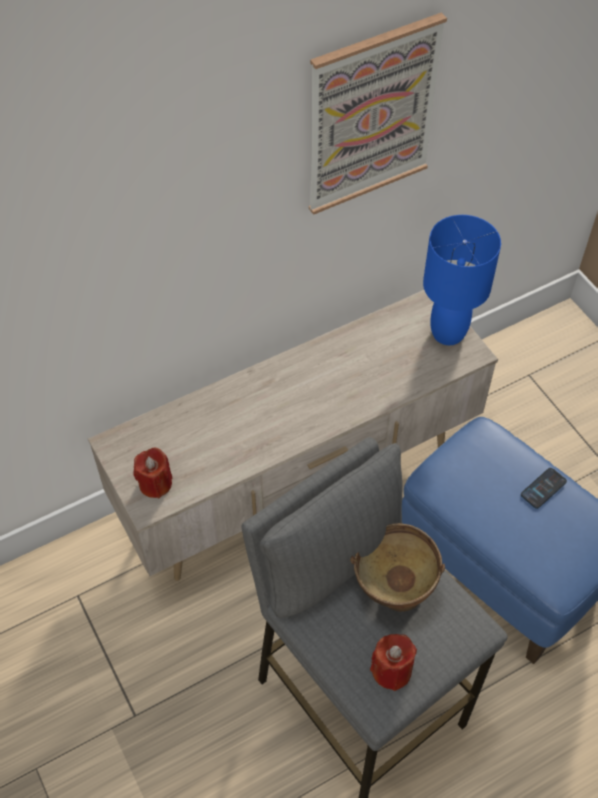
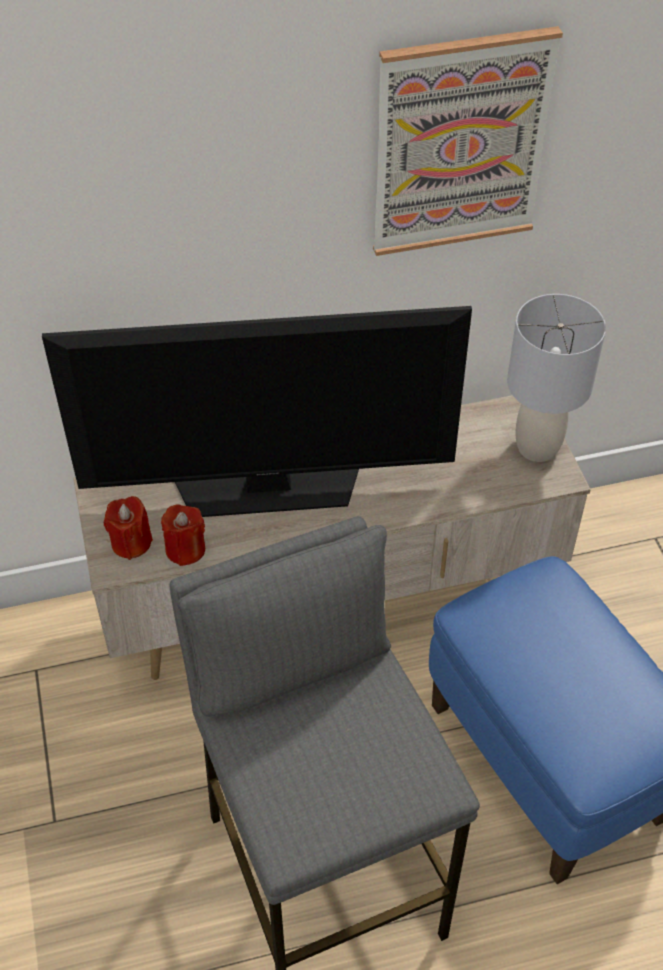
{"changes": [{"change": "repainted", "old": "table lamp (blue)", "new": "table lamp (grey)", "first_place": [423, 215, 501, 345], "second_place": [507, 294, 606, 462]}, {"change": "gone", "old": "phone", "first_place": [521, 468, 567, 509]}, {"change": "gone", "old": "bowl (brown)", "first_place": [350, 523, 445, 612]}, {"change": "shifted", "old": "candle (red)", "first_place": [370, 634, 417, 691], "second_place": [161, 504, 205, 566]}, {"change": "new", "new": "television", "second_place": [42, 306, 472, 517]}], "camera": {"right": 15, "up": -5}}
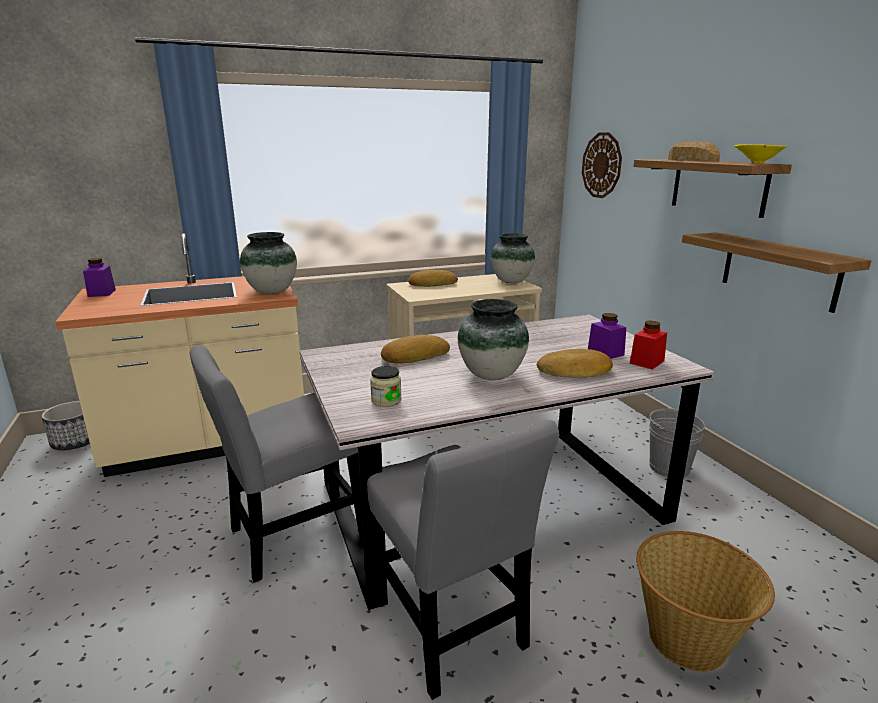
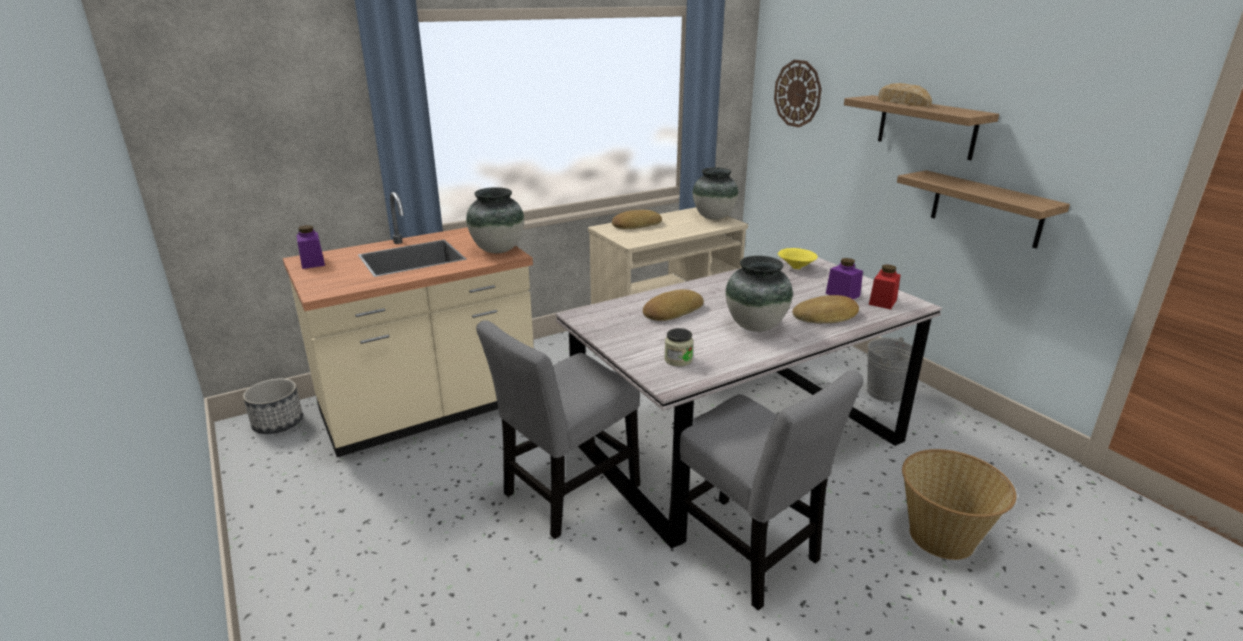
{"changes": [{"change": "shifted", "old": "bowl (yellow)", "first_place": [734, 144, 787, 164], "second_place": [778, 248, 818, 269]}], "camera": {"right": -10, "up": 5}}
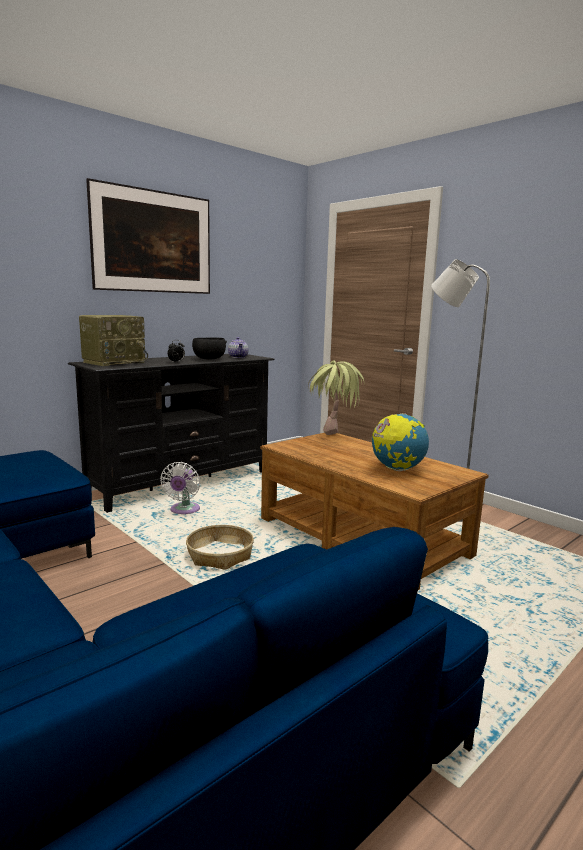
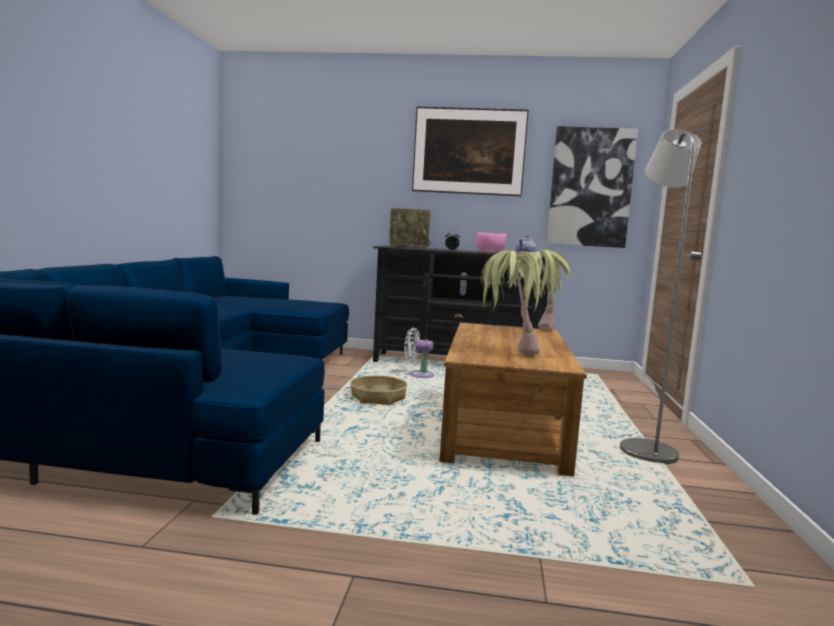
{"changes": [{"change": "repainted", "old": "bowl (black)", "new": "bowl (pink)", "first_place": [192, 338, 227, 360], "second_place": [476, 232, 507, 253]}, {"change": "swapped", "old": "globe", "new": "potted plant", "first_place": [372, 413, 429, 471], "second_place": [481, 250, 544, 356]}, {"change": "rotated", "old": "fan (white)", "first_place": [160, 462, 200, 514], "second_place": [404, 328, 434, 378], "degrees": 45}, {"change": "new", "new": "picture", "second_place": [547, 126, 638, 248]}], "camera": {"right": 50, "up": -5}}
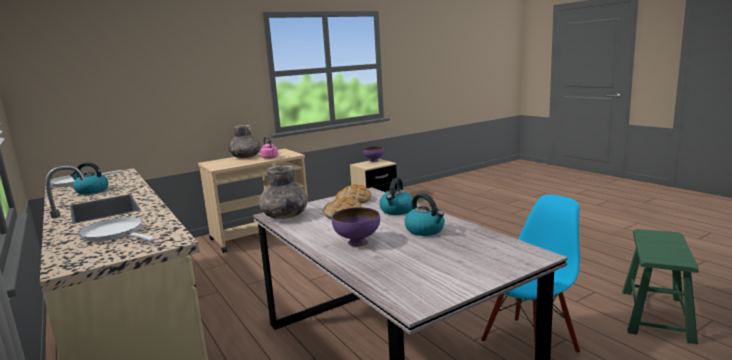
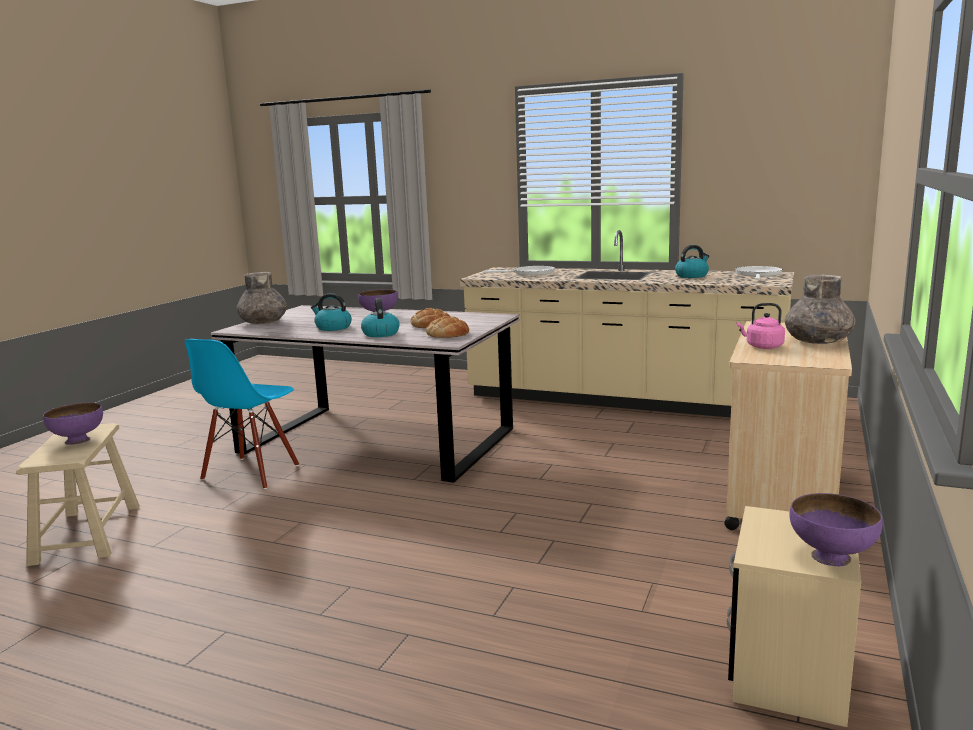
{"changes": [{"change": "shifted", "old": "vase (grey)", "first_place": [259, 165, 308, 219], "second_place": [237, 272, 287, 324]}, {"change": "repainted", "old": "stool (green)", "new": "stool (beige)", "first_place": [622, 229, 699, 344], "second_place": [16, 423, 140, 566]}, {"change": "new", "new": "bowl (purple)", "second_place": [43, 402, 103, 445]}], "camera": {"right": 145, "up": 0}}
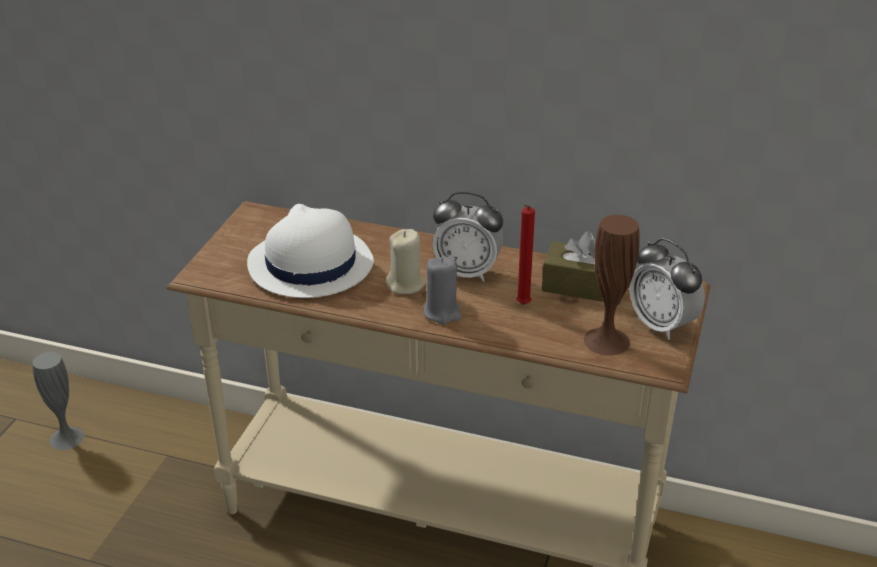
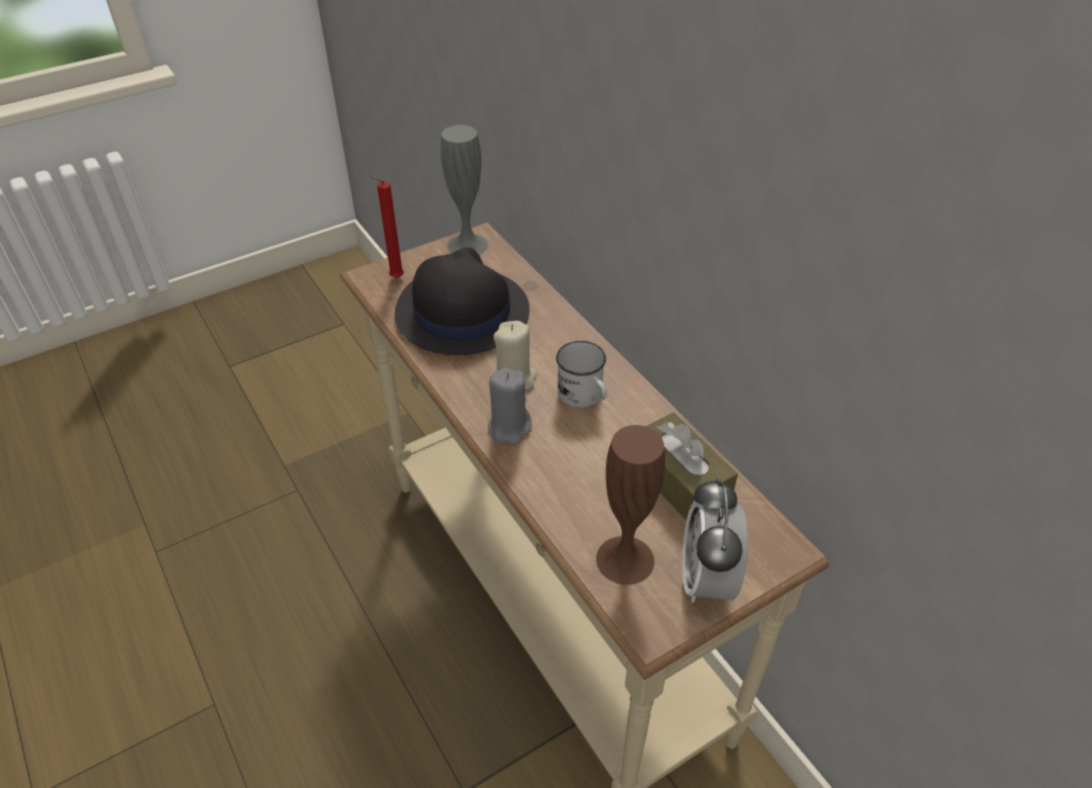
{"changes": [{"change": "swapped", "old": "alarm clock", "new": "mug (white)", "first_place": [432, 192, 503, 282], "second_place": [556, 341, 607, 408]}, {"change": "repainted", "old": "hat (white)", "new": "hat (black)", "first_place": [247, 204, 374, 298], "second_place": [395, 247, 530, 355]}, {"change": "shifted", "old": "candle (red)", "first_place": [516, 205, 535, 305], "second_place": [368, 176, 404, 278]}, {"change": "shifted", "old": "vase (grey)", "first_place": [33, 352, 84, 450], "second_place": [441, 125, 488, 255]}], "camera": {"right": 40, "up": 10}}
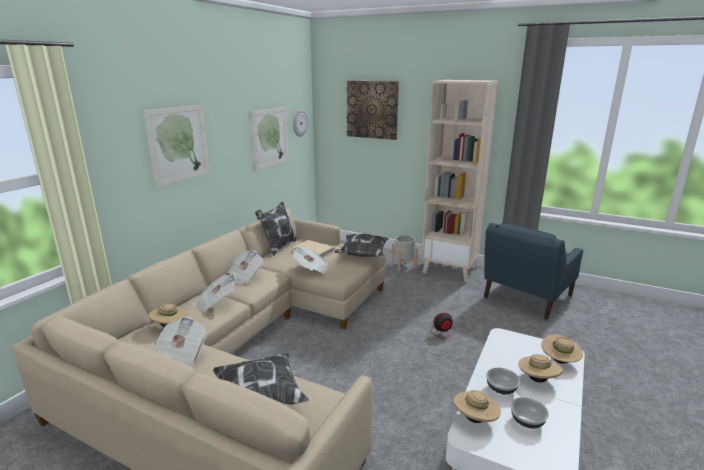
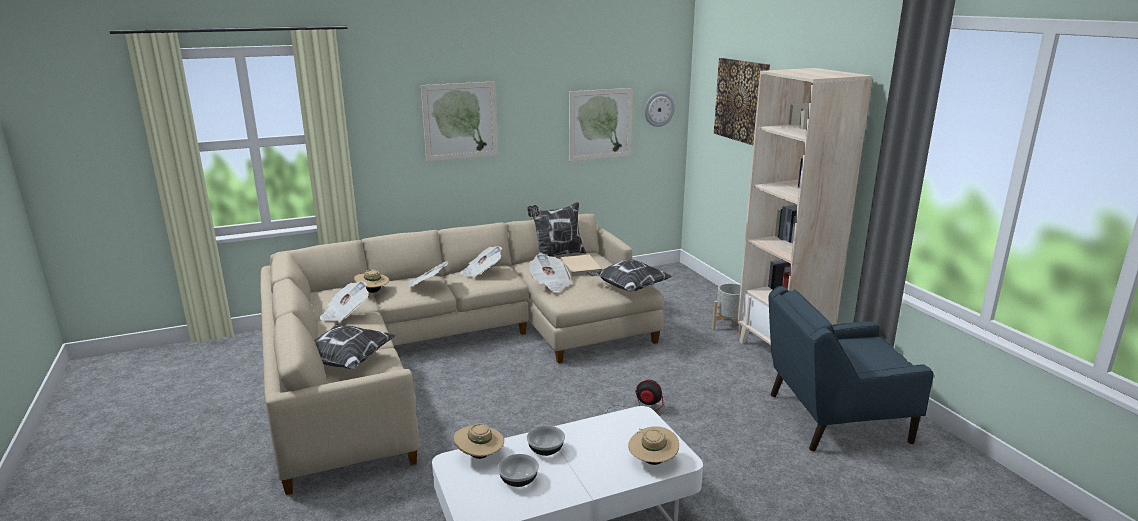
{"changes": [{"change": "gone", "old": "hat (beige)", "first_place": [518, 354, 563, 383]}], "camera": {"right": 40, "up": 0}}
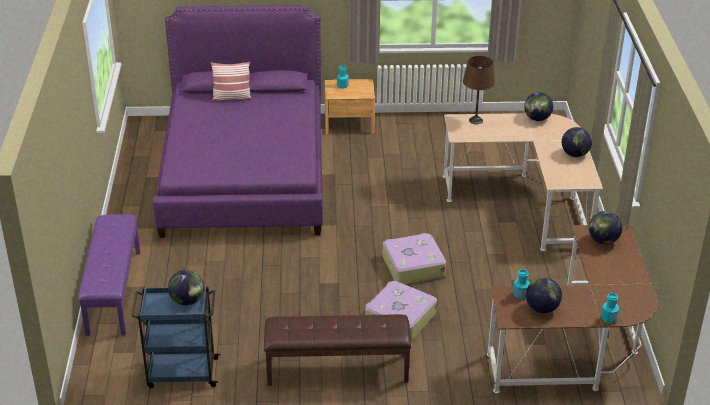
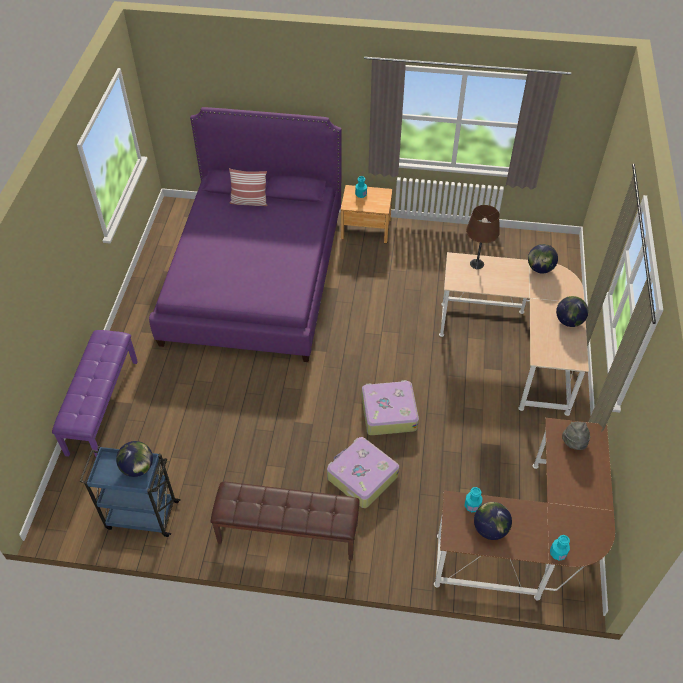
{"changes": [{"change": "swapped", "old": "globe", "new": "hat (grey)", "first_place": [589, 211, 622, 244], "second_place": [562, 421, 590, 450]}], "camera": {"right": 10, "up": 15}}
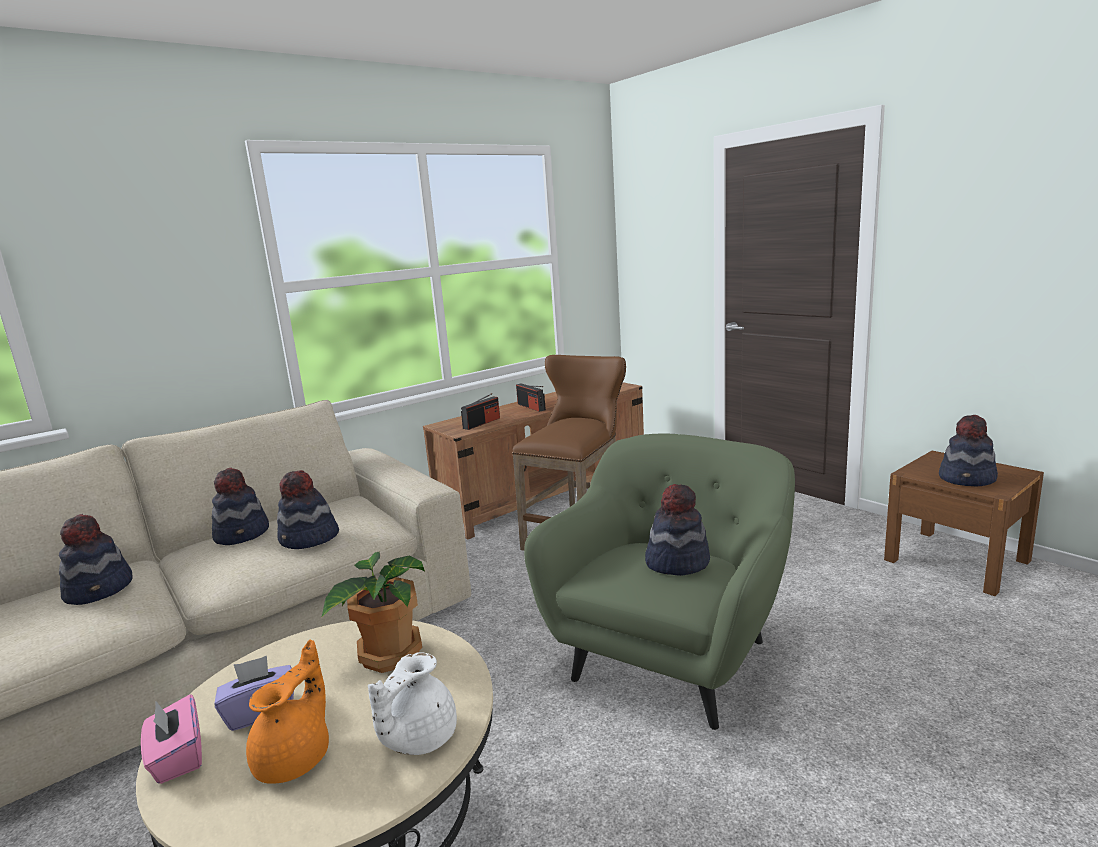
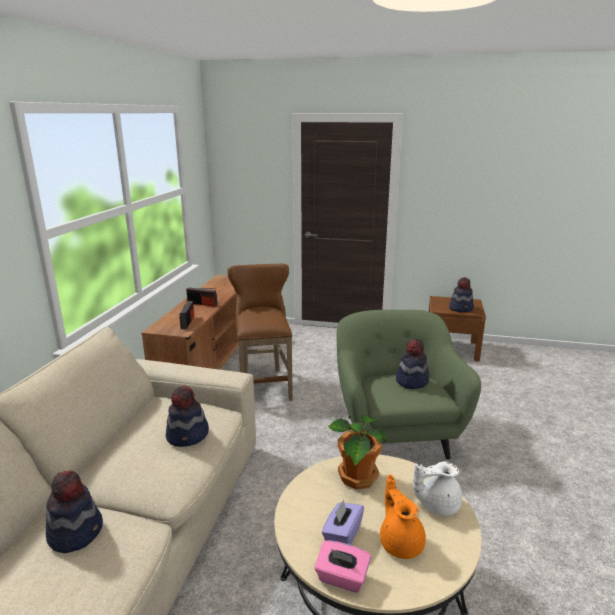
{"changes": [{"change": "gone", "old": "hat", "first_place": [212, 467, 269, 545]}, {"change": "rotated", "old": "teapot (white)", "first_place": [368, 652, 457, 755], "second_place": [413, 461, 462, 516], "degrees": 90}], "camera": {"right": -40, "up": 5}}
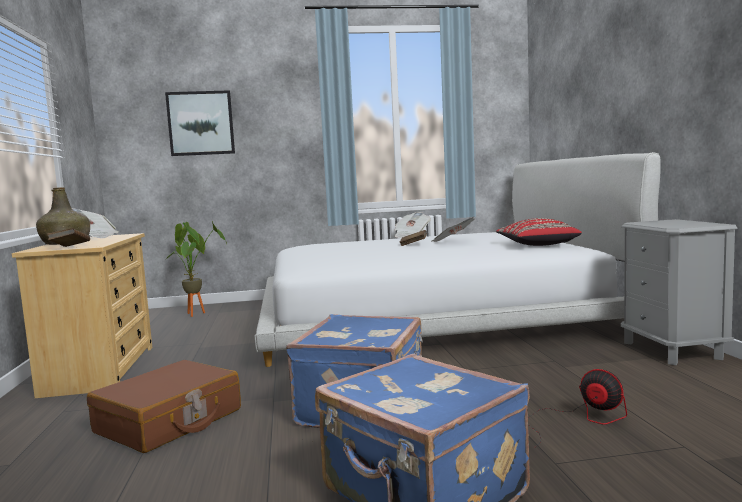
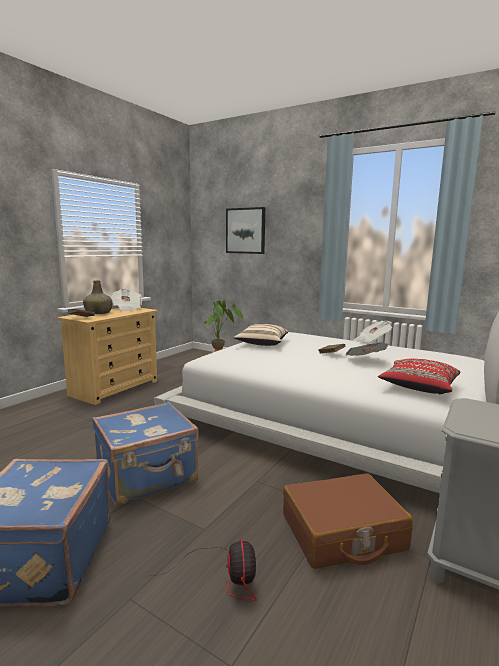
{"changes": [{"change": "shifted", "old": "suitcase (brown)", "first_place": [87, 360, 241, 453], "second_place": [283, 473, 413, 569]}, {"change": "new", "new": "pillow (beige)", "second_place": [233, 324, 288, 346]}], "camera": {"right": 40, "up": 5}}
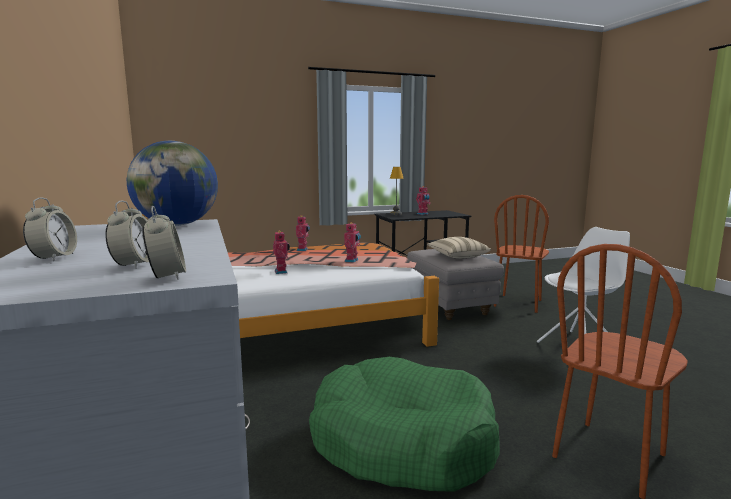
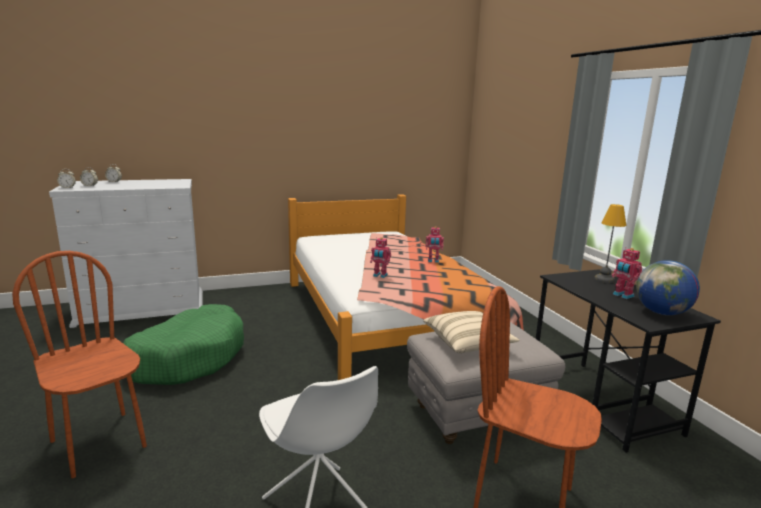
{"changes": [{"change": "shifted", "old": "globe", "first_place": [127, 141, 218, 226], "second_place": [636, 260, 700, 315]}, {"change": "gone", "old": "toy robot", "first_place": [273, 231, 290, 274]}], "camera": {"right": 90, "up": 5}}
